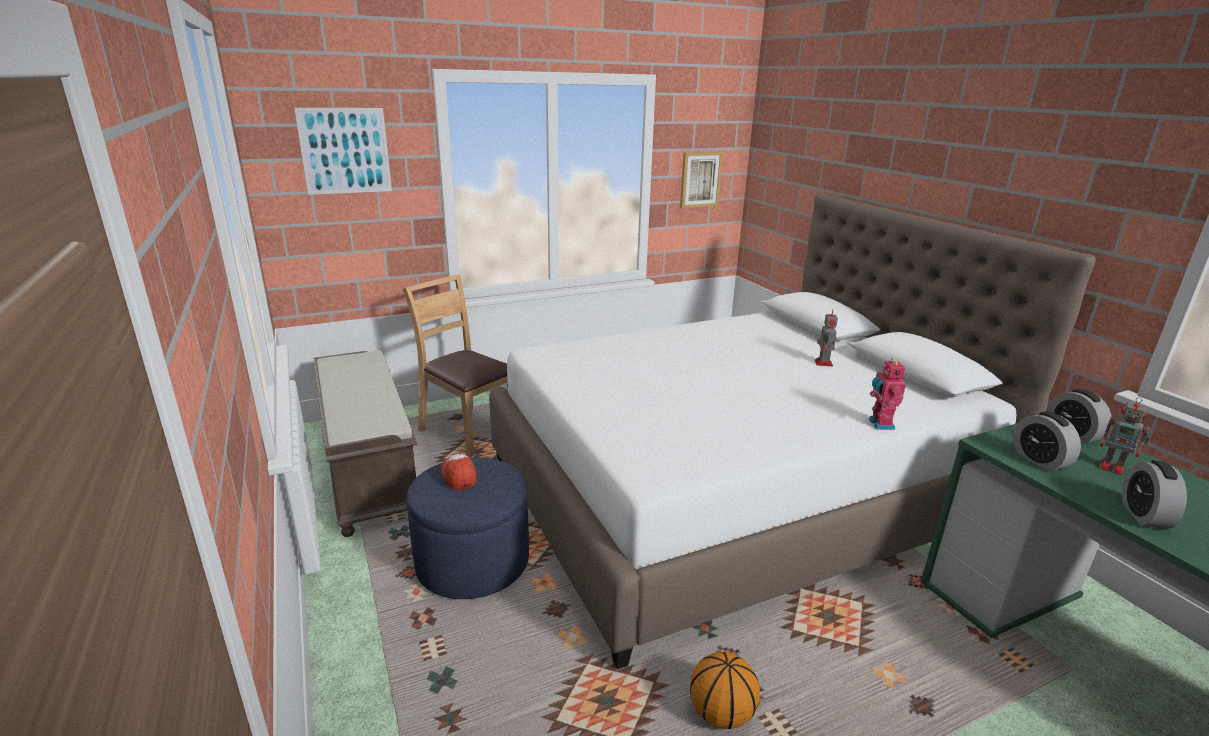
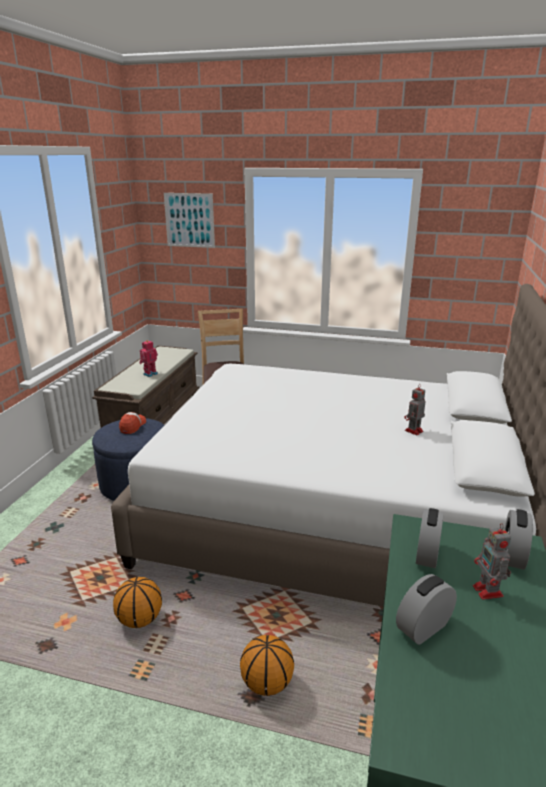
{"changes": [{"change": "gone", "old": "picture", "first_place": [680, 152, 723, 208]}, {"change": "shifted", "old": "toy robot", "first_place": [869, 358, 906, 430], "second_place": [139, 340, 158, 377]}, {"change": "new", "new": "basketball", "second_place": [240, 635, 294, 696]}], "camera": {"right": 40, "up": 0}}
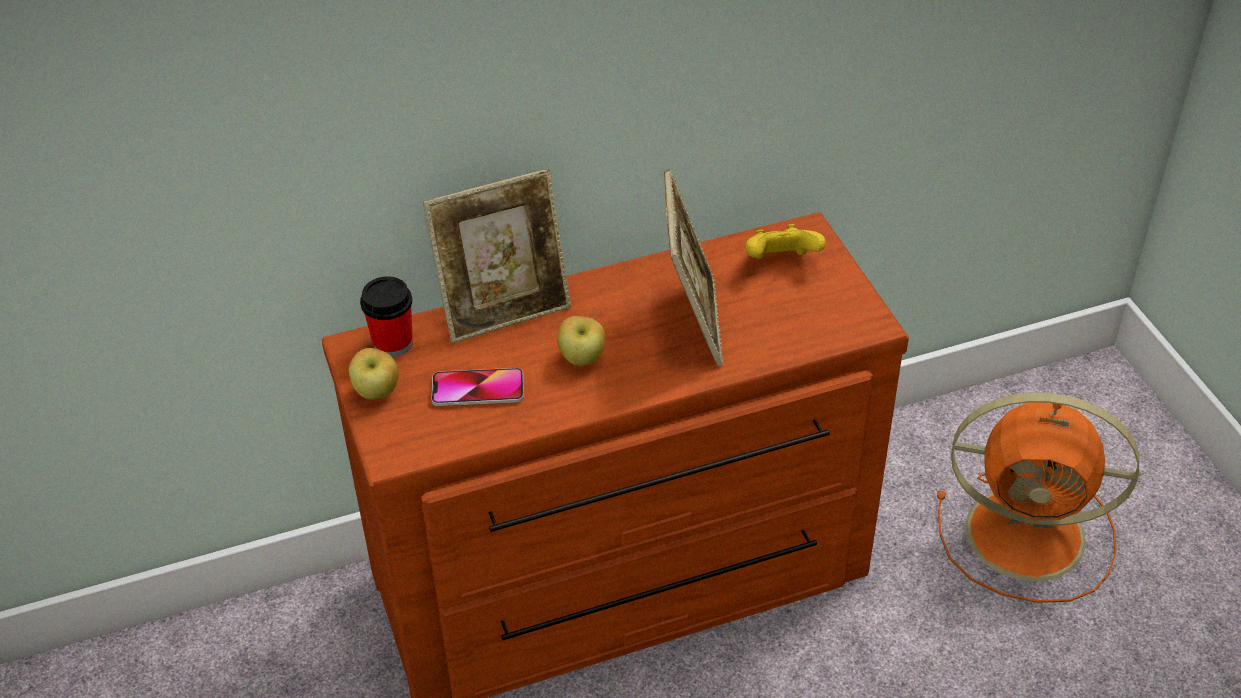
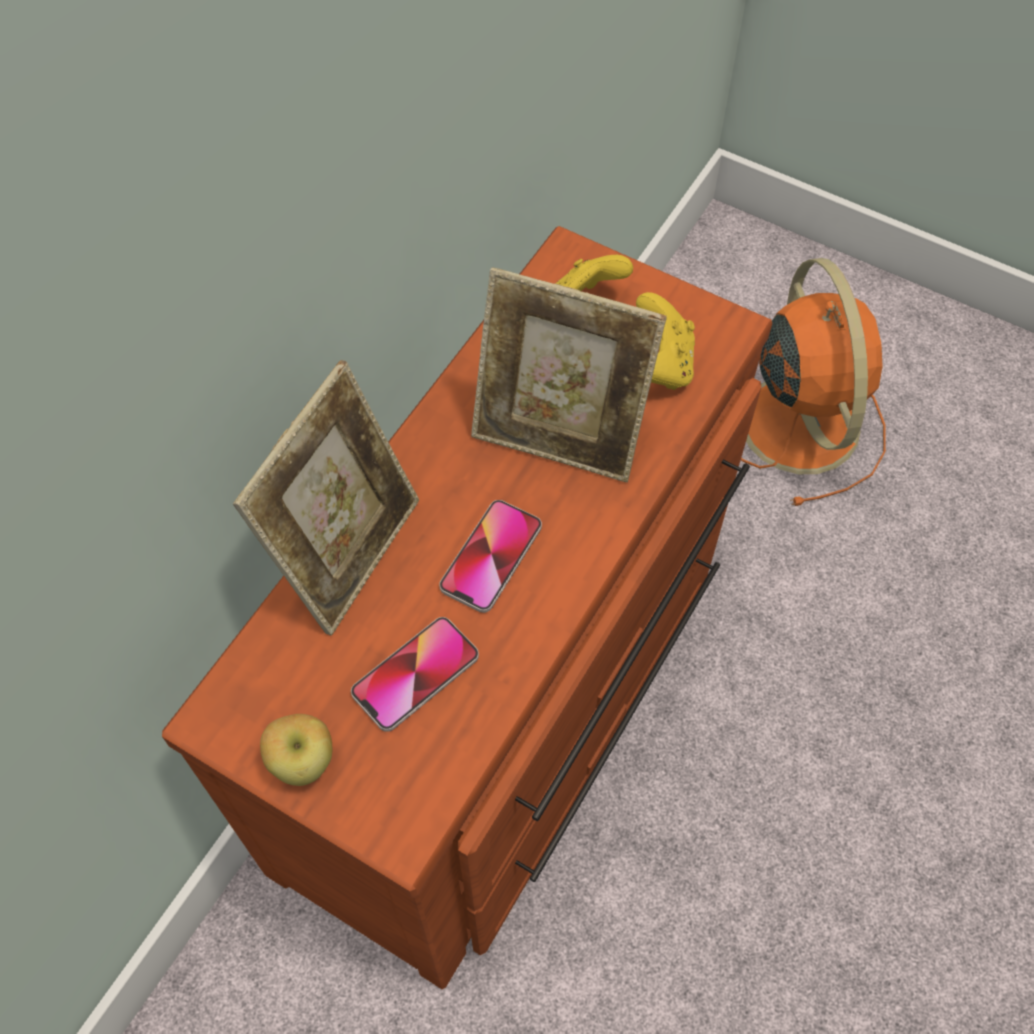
{"changes": [{"change": "rotated", "old": "picture frame", "first_place": [664, 169, 723, 366], "second_place": [471, 267, 667, 482], "degrees": 150}, {"change": "gone", "old": "cup", "first_place": [360, 276, 412, 357]}, {"change": "swapped", "old": "apple", "new": "phone", "first_place": [557, 316, 605, 366], "second_place": [439, 500, 542, 613]}, {"change": "rotated", "old": "fan (orange)", "first_place": [937, 393, 1139, 603], "second_place": [741, 258, 886, 506], "degrees": -75}, {"change": "new", "new": "game controller (yellow)", "second_place": [636, 292, 695, 390]}], "camera": {"right": -40, "up": 15}}
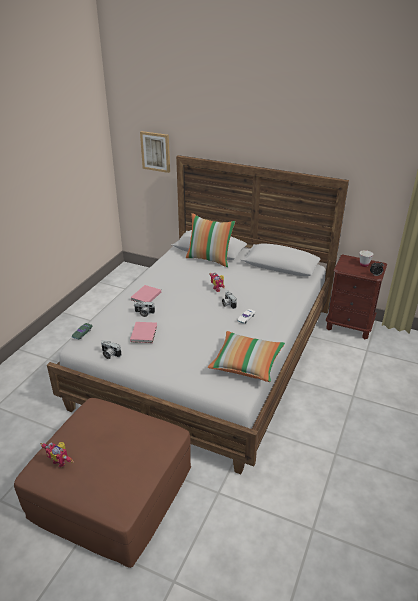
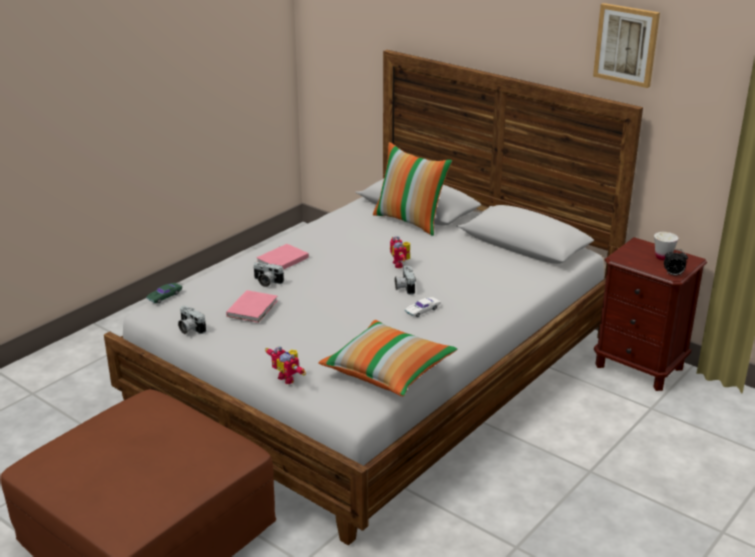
{"changes": [{"change": "shifted", "old": "picture", "first_place": [140, 131, 170, 173], "second_place": [593, 3, 660, 88]}, {"change": "shifted", "old": "toy robot", "first_place": [40, 442, 73, 467], "second_place": [265, 346, 306, 384]}], "camera": {"right": 15, "up": -5}}
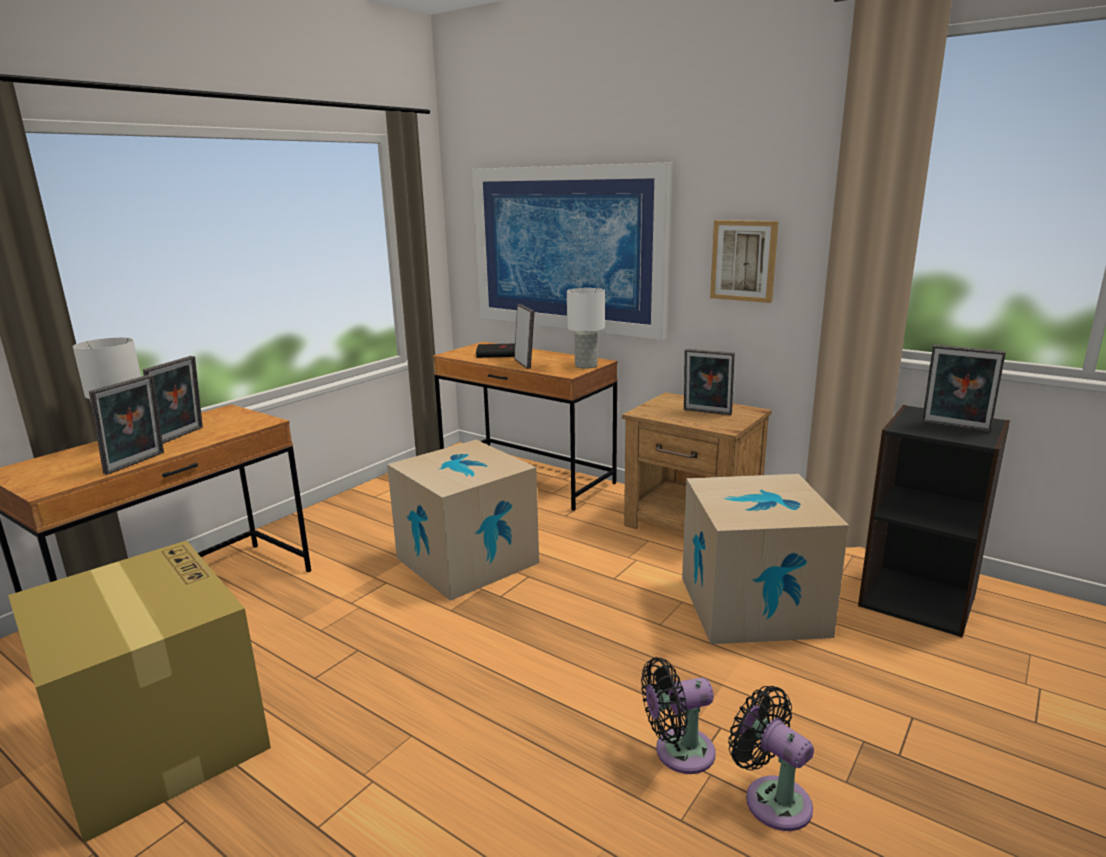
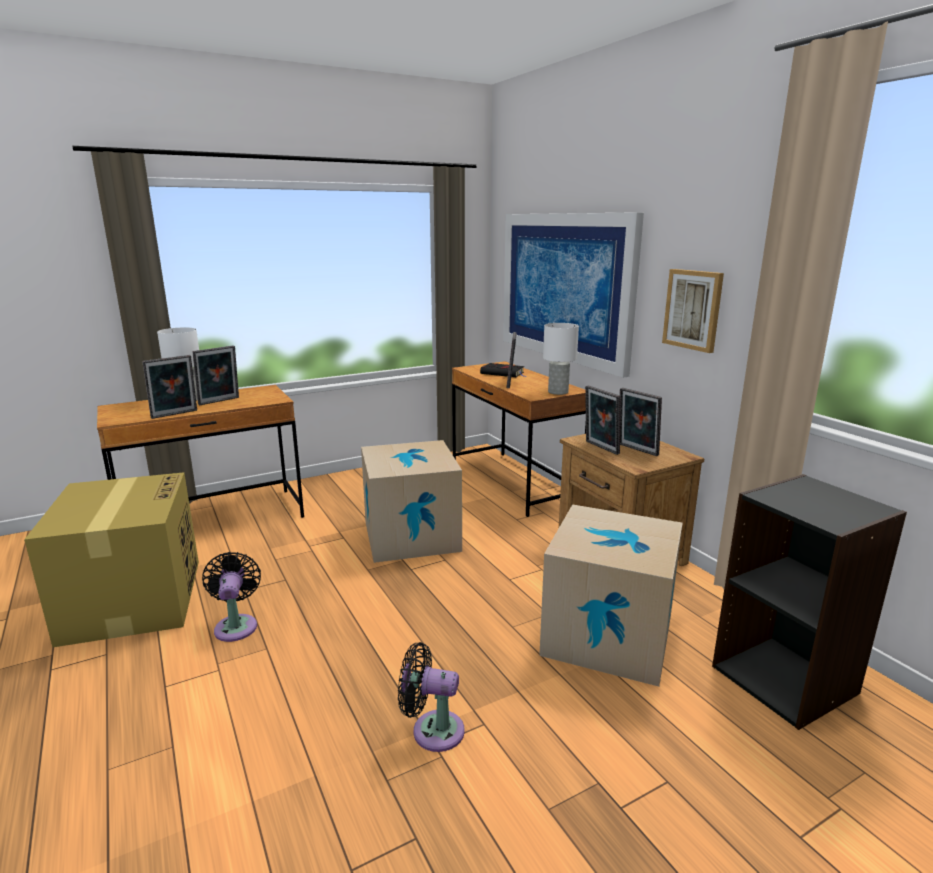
{"changes": [{"change": "shifted", "old": "picture frame", "first_place": [922, 345, 1006, 432], "second_place": [585, 385, 620, 455]}, {"change": "shifted", "old": "fan (black)", "first_place": [728, 686, 814, 831], "second_place": [202, 552, 261, 642]}], "camera": {"right": 25, "up": 0}}
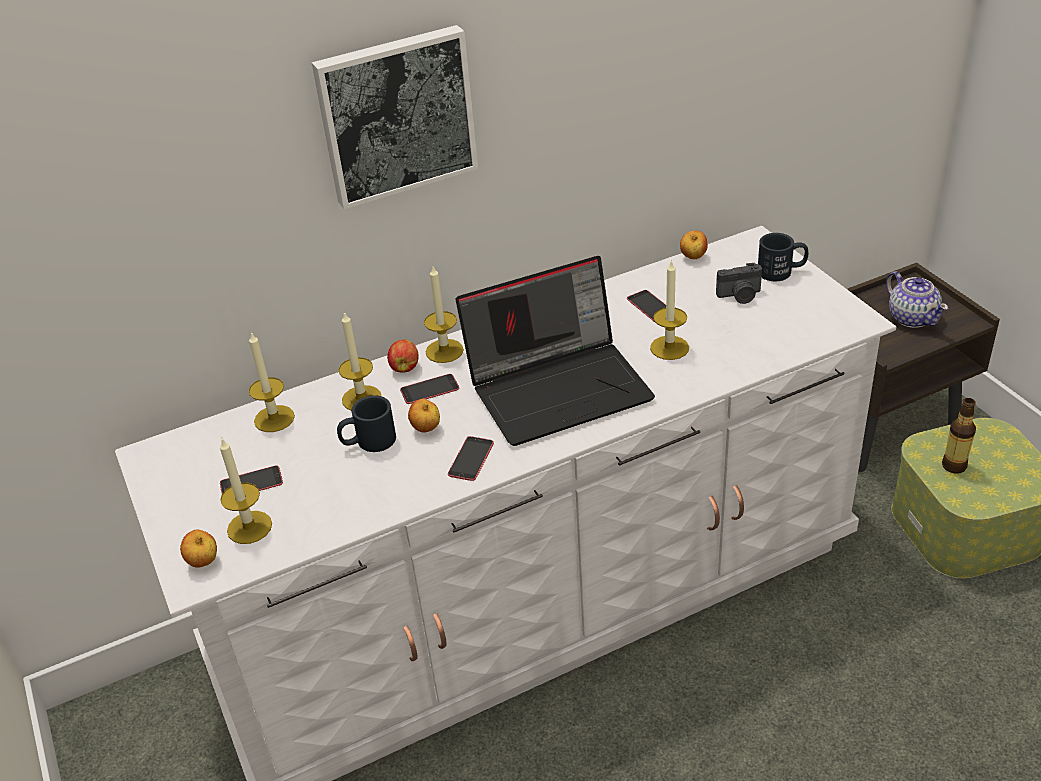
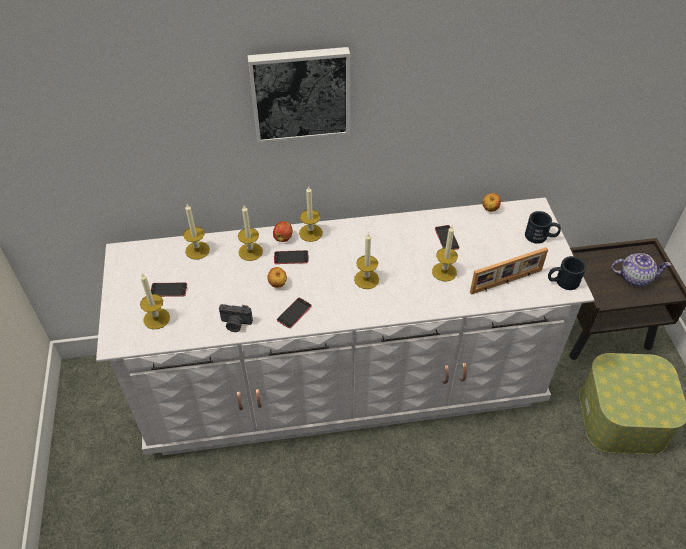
{"changes": [{"change": "swapped", "old": "laptop", "new": "candle", "first_place": [456, 256, 655, 446], "second_place": [354, 232, 379, 289]}, {"change": "shifted", "old": "photo camera", "first_place": [716, 263, 762, 304], "second_place": [219, 304, 253, 332]}, {"change": "rotated", "old": "teapot", "first_place": [886, 271, 948, 328], "second_place": [611, 253, 671, 286], "degrees": -75}, {"change": "shifted", "old": "mug (black)", "first_place": [337, 395, 396, 452], "second_place": [548, 256, 586, 290]}, {"change": "gone", "old": "bottle", "first_place": [942, 398, 976, 474]}, {"change": "gone", "old": "apple", "first_place": [180, 530, 217, 568]}, {"change": "new", "new": "picture frame", "second_place": [470, 247, 548, 295]}], "camera": {"right": 15, "up": 10}}
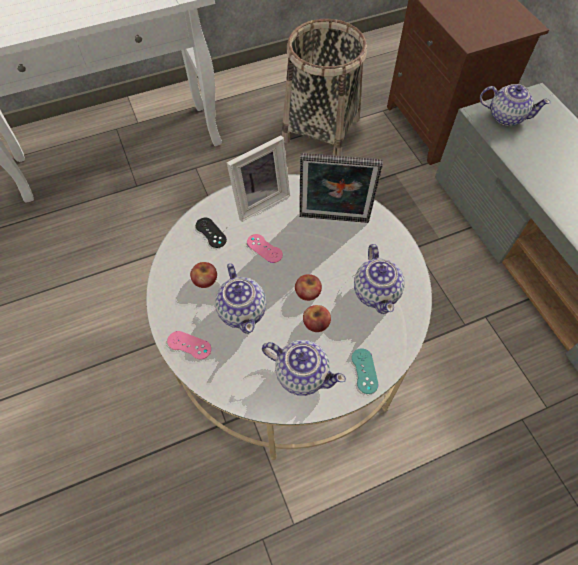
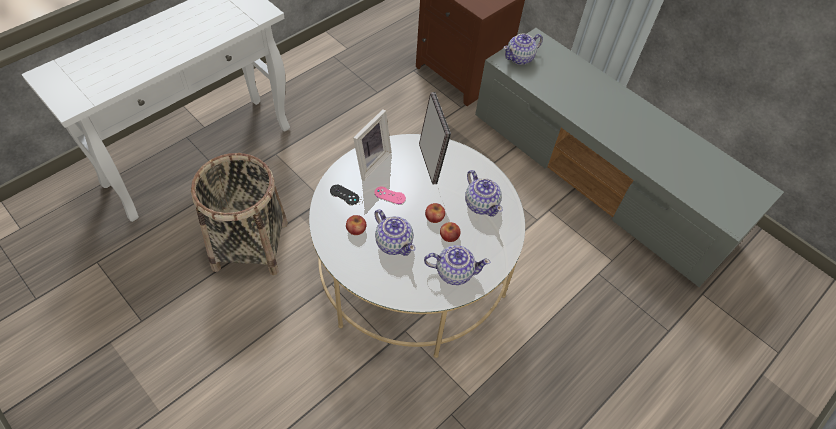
{"changes": [{"change": "shifted", "old": "basket", "first_place": [282, 19, 367, 156], "second_place": [191, 153, 288, 276]}, {"change": "rotated", "old": "teapot", "first_place": [480, 84, 551, 126], "second_place": [503, 33, 543, 65], "degrees": 150}, {"change": "rotated", "old": "picture frame", "first_place": [299, 153, 383, 223], "second_place": [419, 92, 451, 184], "degrees": -90}, {"change": "gone", "old": "game controller (pink)", "first_place": [167, 331, 211, 359]}, {"change": "gone", "old": "game controller (turquoise)", "first_place": [352, 348, 378, 394]}], "camera": {"right": -25, "up": -5}}
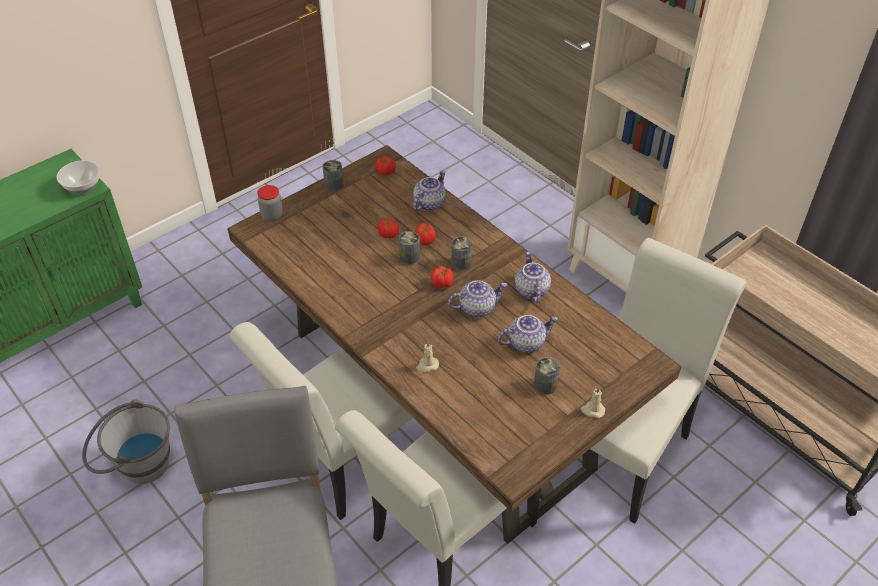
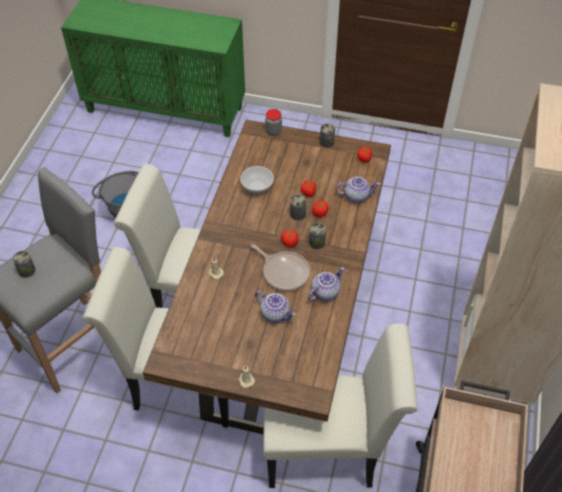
{"changes": [{"change": "shifted", "old": "bowl", "first_place": [57, 160, 100, 195], "second_place": [240, 166, 274, 194]}, {"change": "swapped", "old": "teapot", "new": "frying pan", "first_place": [448, 280, 507, 317], "second_place": [251, 244, 310, 291]}, {"change": "shifted", "old": "can", "first_place": [534, 357, 560, 395], "second_place": [13, 251, 36, 278]}], "camera": {"right": 55, "up": 5}}
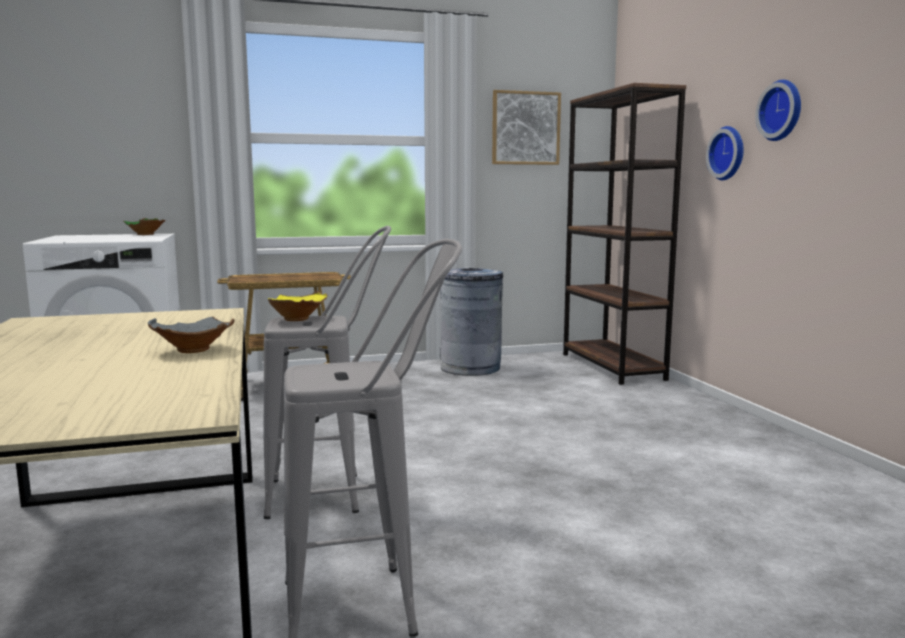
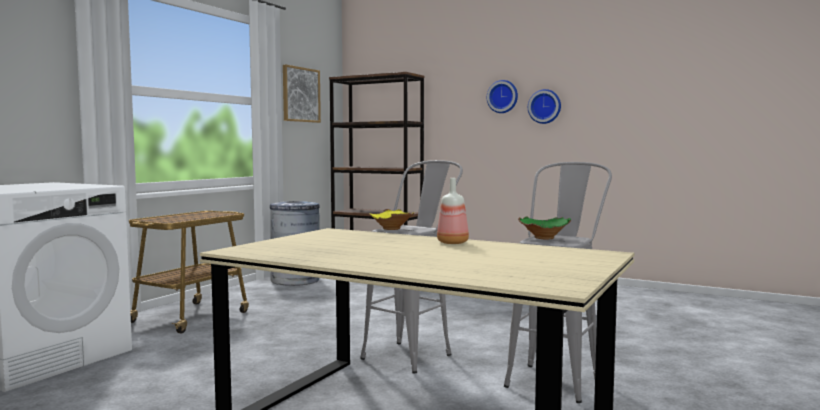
{"changes": [{"change": "shifted", "old": "wall clock", "first_place": [706, 126, 744, 180], "second_place": [528, 89, 561, 124]}, {"change": "shifted", "old": "bowl (green)", "first_place": [123, 218, 165, 235], "second_place": [518, 216, 571, 239]}, {"change": "swapped", "old": "bowl (grey)", "new": "bottle", "first_place": [148, 316, 235, 353], "second_place": [437, 178, 469, 244]}], "camera": {"right": -45, "up": -5}}
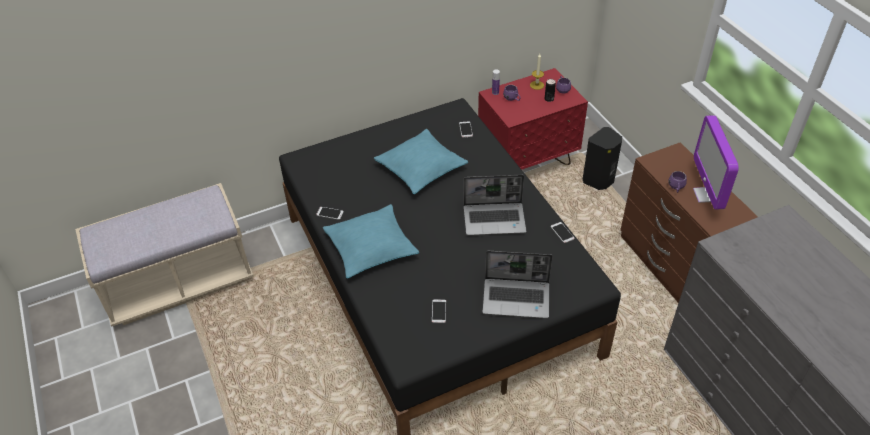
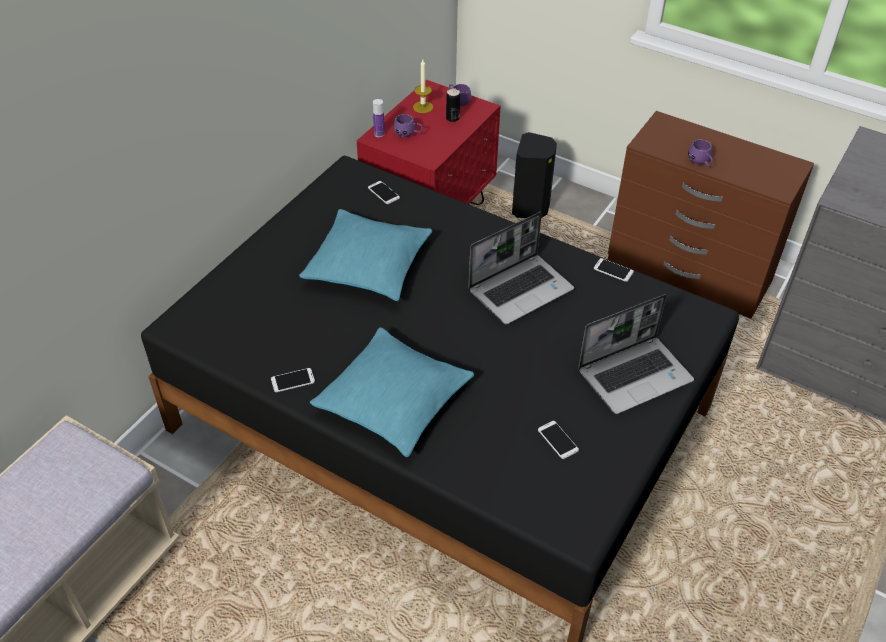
{"changes": [{"change": "gone", "old": "monitor", "first_place": [693, 115, 739, 210]}], "camera": {"right": -35, "up": 0}}
